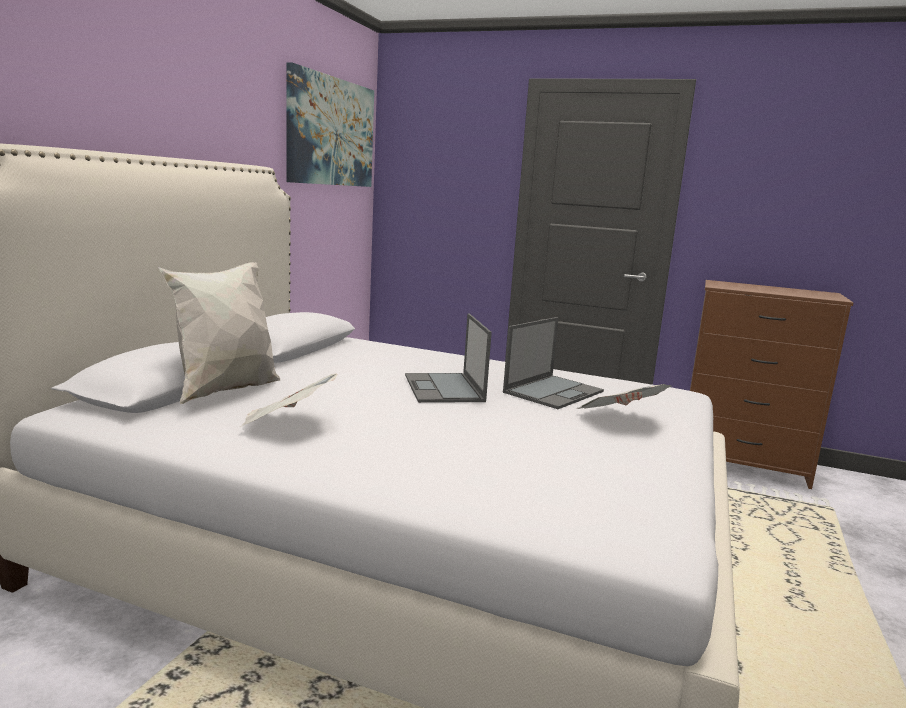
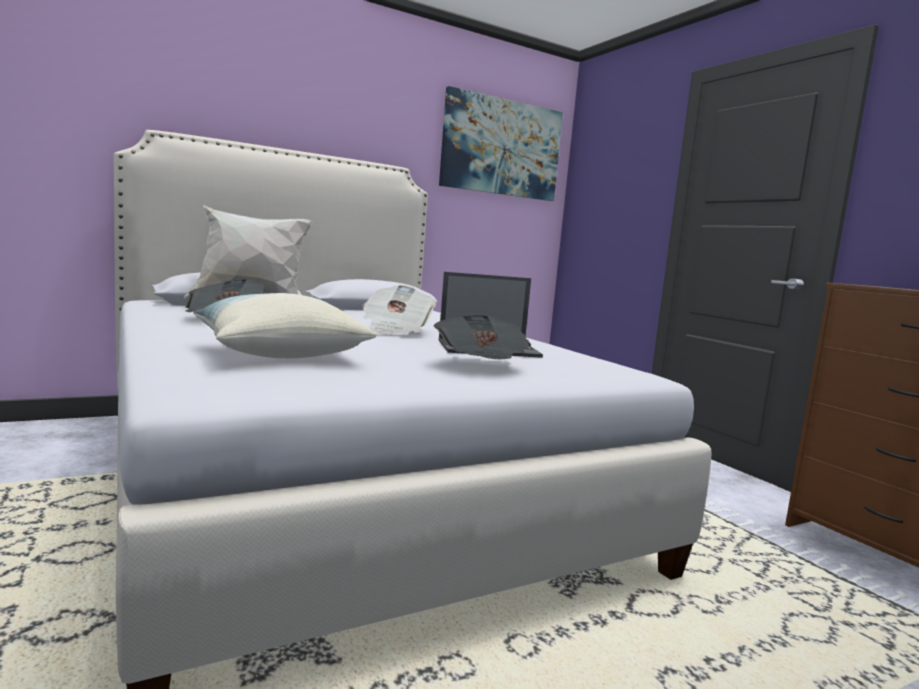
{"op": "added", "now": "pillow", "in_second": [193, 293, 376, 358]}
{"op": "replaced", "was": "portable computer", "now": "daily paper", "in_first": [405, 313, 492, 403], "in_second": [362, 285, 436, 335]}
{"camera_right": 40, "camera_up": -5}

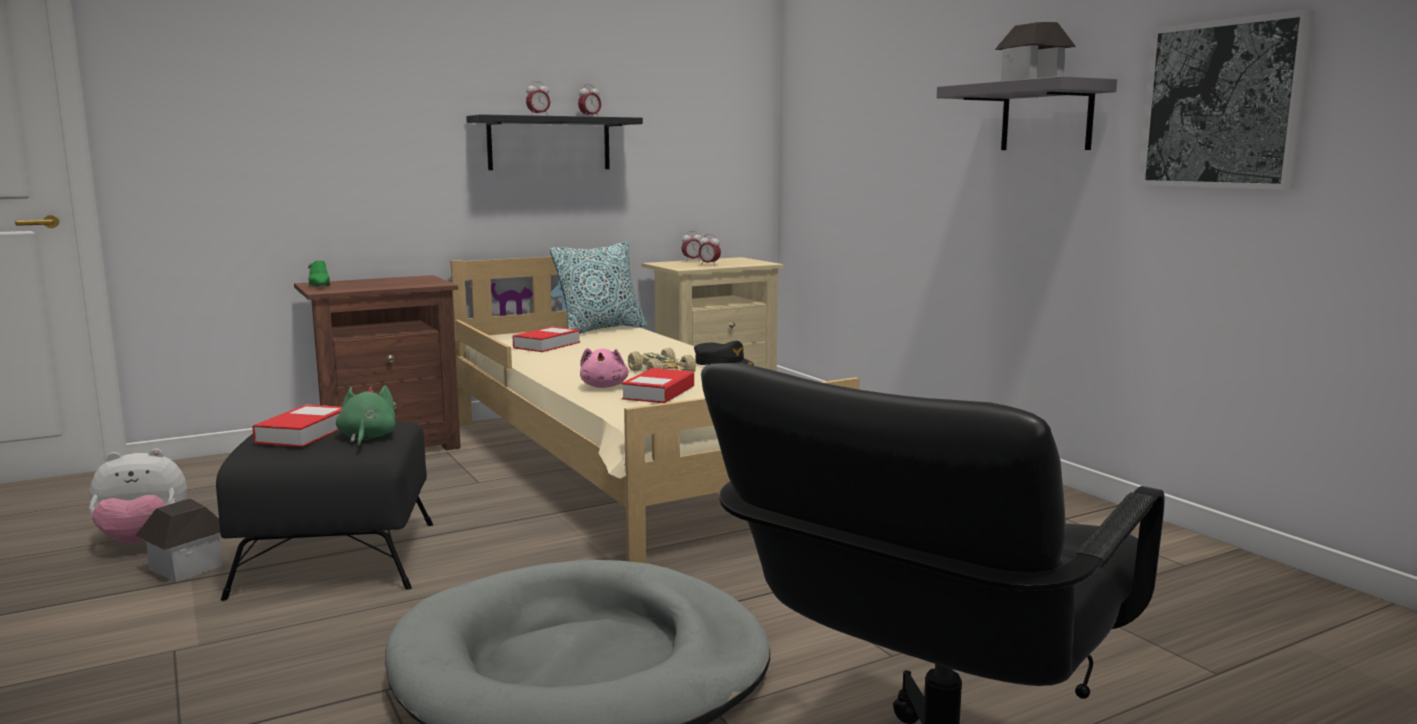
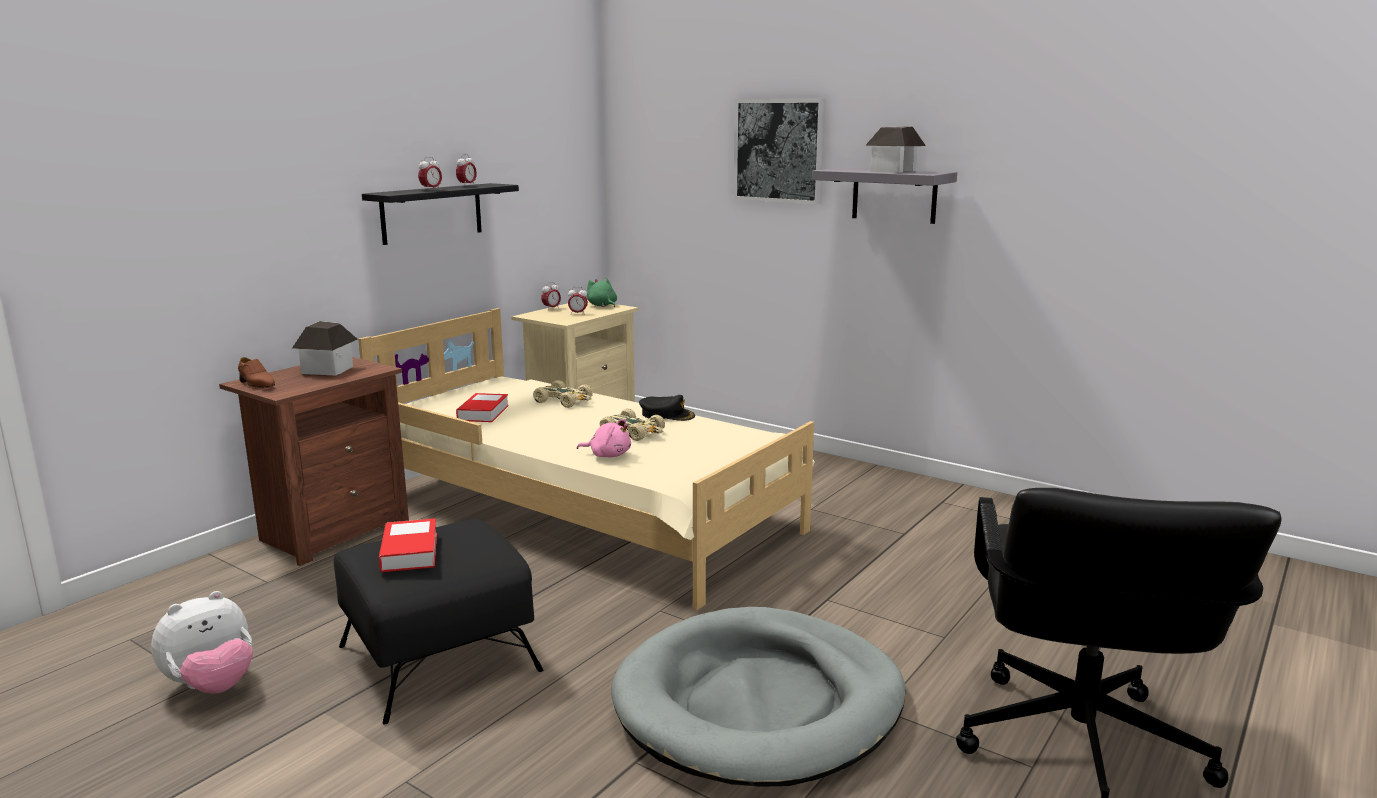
{"op": "removed", "was": "pillow", "in_first": [550, 241, 647, 333]}
{"op": "removed", "was": "book", "in_first": [622, 368, 694, 403]}
{"op": "added", "now": "sand-coloured model car", "in_second": [533, 380, 593, 408]}
{"op": "moved", "was": "model house", "in_first": [135, 498, 223, 582], "in_second": [292, 321, 358, 376]}
{"op": "moved", "was": "green-coloured plush toy", "in_first": [336, 386, 396, 446], "in_second": [587, 278, 617, 308]}
{"op": "moved", "was": "wall picture", "in_first": [1139, 9, 1315, 190], "in_second": [733, 99, 826, 204]}
{"op": "recoloured", "was": "green-coloured shoe", "now": "brown shoe", "in_first": [308, 260, 330, 286], "in_second": [238, 357, 275, 388]}
{"op": "turned", "was": "pink plush toy", "in_first": [580, 348, 629, 388], "in_second": [577, 419, 631, 457], "clockwise": -45}
{"camera_right": -25, "camera_up": 5}

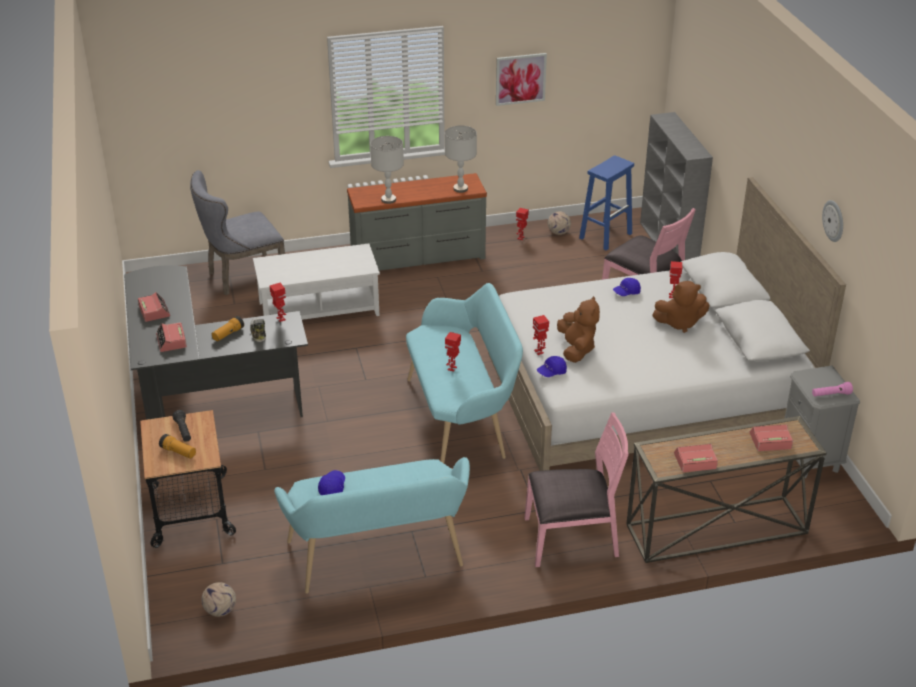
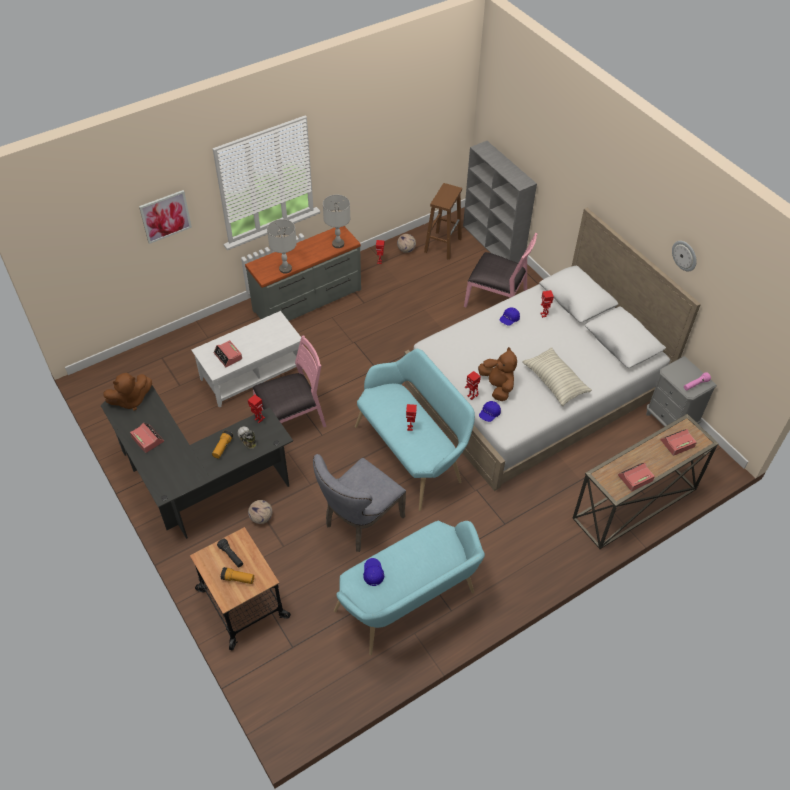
{"op": "added", "now": "pillow", "in_second": [522, 348, 592, 406]}
{"op": "moved", "was": "table clock", "in_first": [156, 322, 187, 352], "in_second": [214, 340, 242, 367]}
{"op": "moved", "was": "gray chair", "in_first": [190, 170, 285, 295], "in_second": [313, 454, 406, 552]}
{"op": "moved", "was": "football ball", "in_first": [201, 582, 236, 617], "in_second": [248, 500, 272, 524]}
{"op": "moved", "was": "wall picture", "in_first": [496, 53, 547, 106], "in_second": [139, 190, 192, 244]}
{"op": "moved", "was": "pink chair", "in_first": [524, 412, 629, 567], "in_second": [252, 335, 327, 427]}
{"op": "moved", "was": "brown plush toy", "in_first": [652, 281, 710, 333], "in_second": [104, 373, 152, 410]}
{"op": "recoloured", "was": "bluish stool seat", "now": "brown stool seat", "in_first": [579, 155, 634, 251], "in_second": [424, 183, 462, 260]}
{"camera_right": -20, "camera_up": 15}

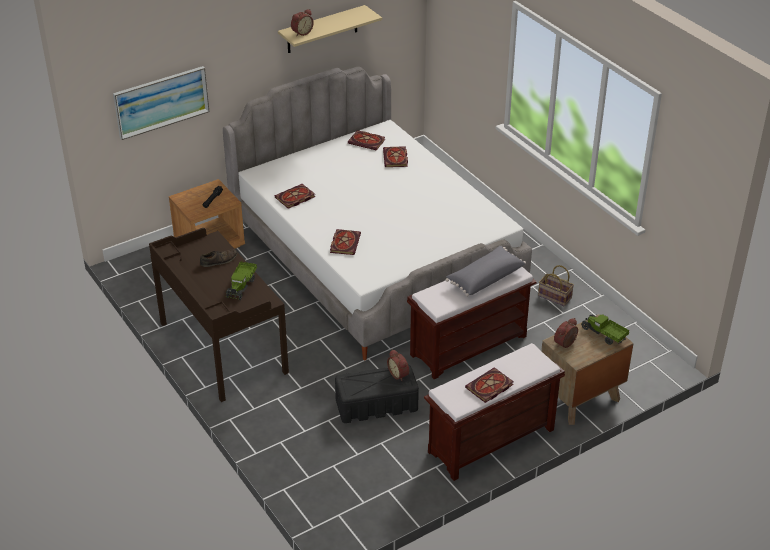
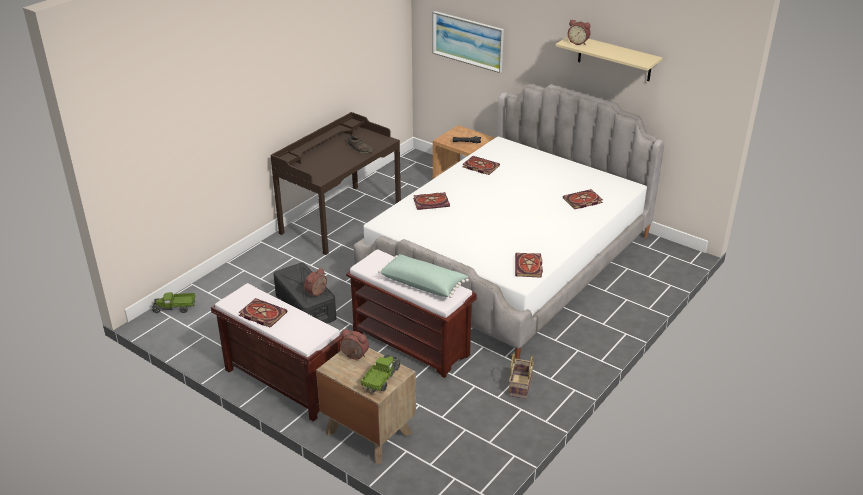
{"op": "moved", "was": "model truck", "in_first": [226, 261, 257, 300], "in_second": [152, 292, 195, 313]}
{"op": "moved", "was": "book", "in_first": [348, 130, 385, 151], "in_second": [515, 253, 543, 278]}
{"op": "recoloured", "was": "gray pillow", "now": "green-coloured pillow", "in_first": [446, 246, 526, 297], "in_second": [378, 254, 469, 298]}
{"camera_right": 70, "camera_up": -5}

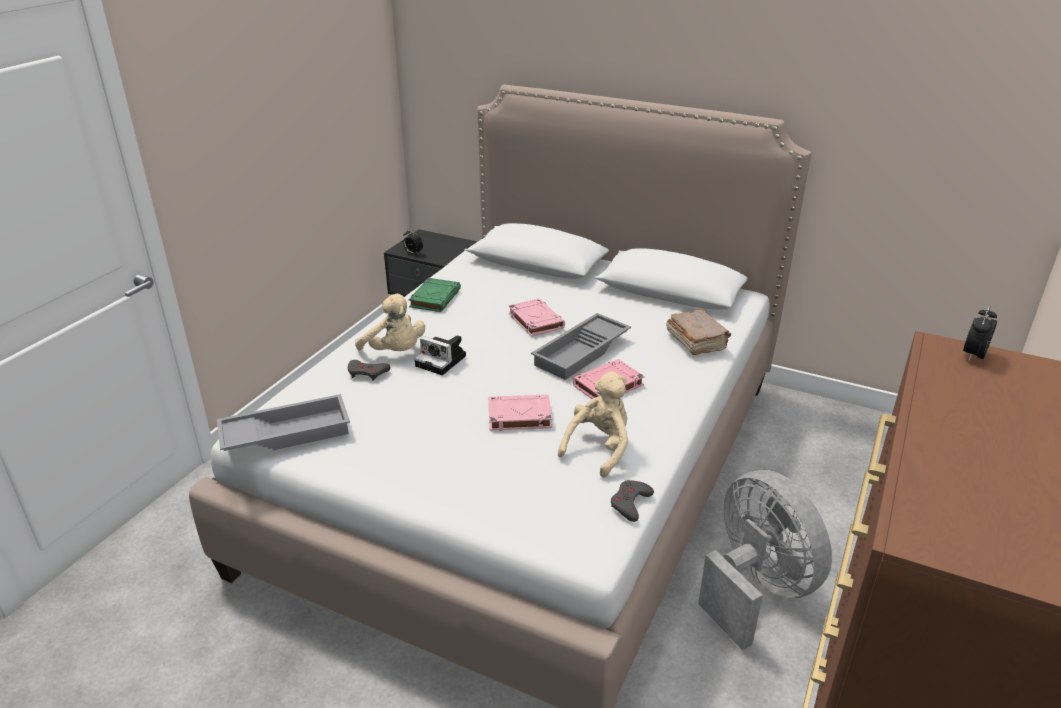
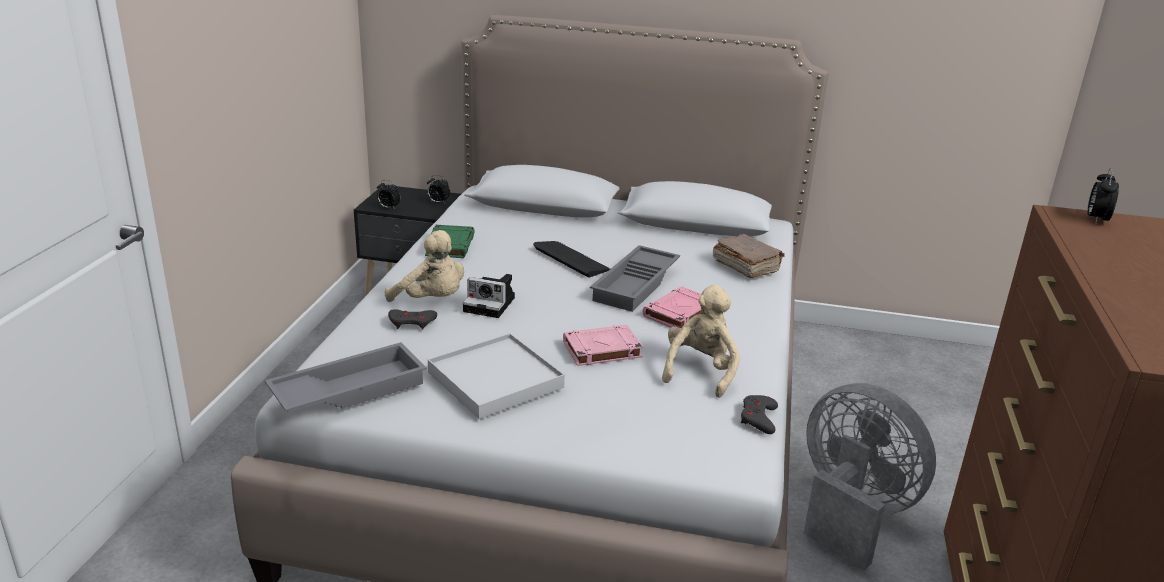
{"op": "added", "now": "table clock", "in_second": [427, 175, 450, 203]}
{"op": "added", "now": "whitish serving tray", "in_second": [428, 333, 565, 419]}
{"op": "replaced", "was": "pink book", "now": "keyboard", "in_first": [509, 298, 565, 337], "in_second": [533, 241, 610, 277]}
{"camera_right": -15, "camera_up": -5}

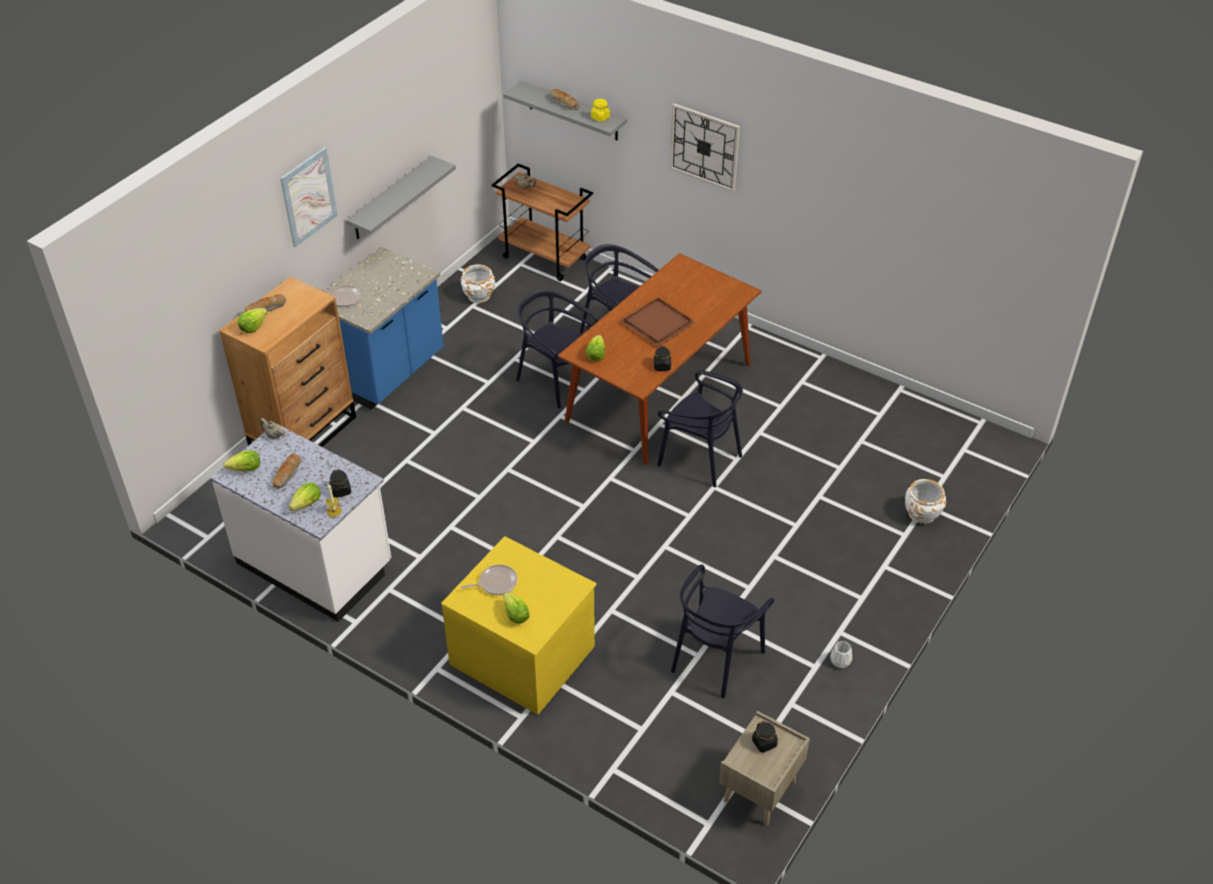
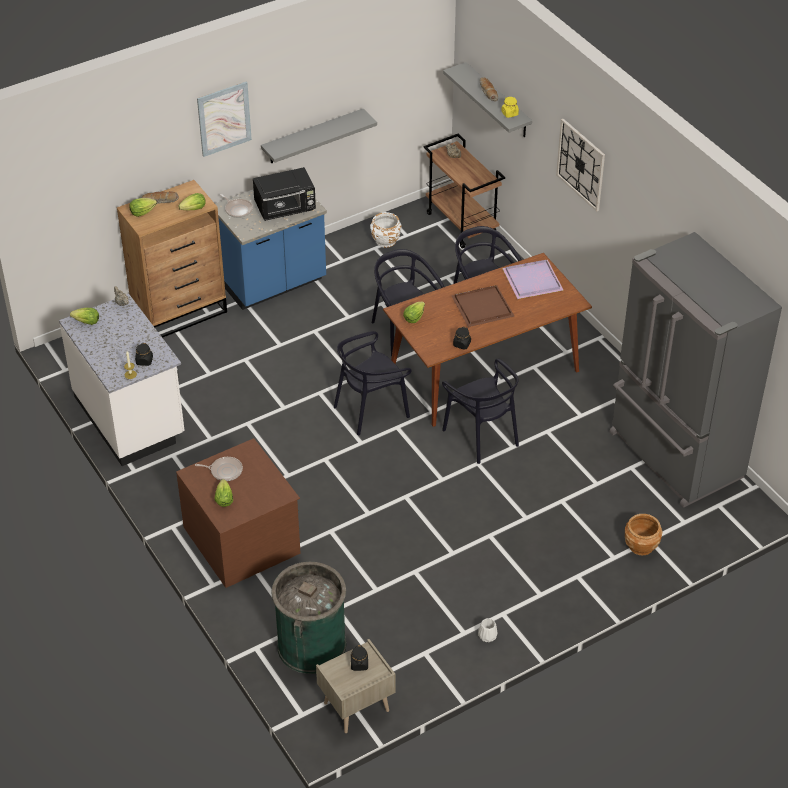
{"op": "removed", "was": "baked bread", "in_first": [272, 453, 301, 488]}
{"op": "added", "now": "blackish microwave", "in_second": [253, 167, 316, 221]}
{"op": "added", "now": "green-coloured waste bin", "in_second": [271, 562, 346, 674]}
{"op": "added", "now": "purplish serving tray", "in_second": [502, 260, 563, 299]}
{"op": "added", "now": "gray kitchen fridge", "in_second": [610, 232, 782, 508]}
{"op": "moved", "was": "head of lettuce", "in_first": [289, 483, 321, 511], "in_second": [178, 193, 206, 211]}
{"op": "moved", "was": "blackish chair", "in_first": [671, 564, 774, 698], "in_second": [334, 331, 412, 435]}
{"op": "recoloured", "was": "yellowish dresser", "now": "brown dresser", "in_first": [441, 536, 597, 715], "in_second": [176, 438, 300, 588]}
{"op": "recoloured", "was": "whitish planter", "now": "brown planter", "in_first": [905, 479, 946, 524], "in_second": [625, 514, 662, 556]}
{"camera_right": 25, "camera_up": 0}

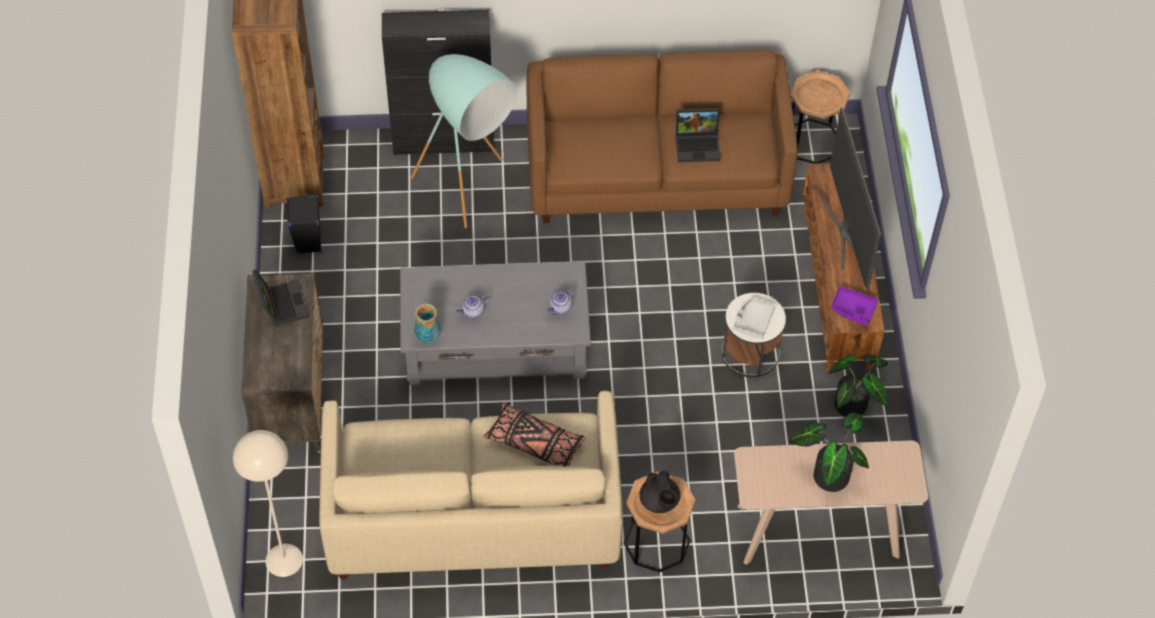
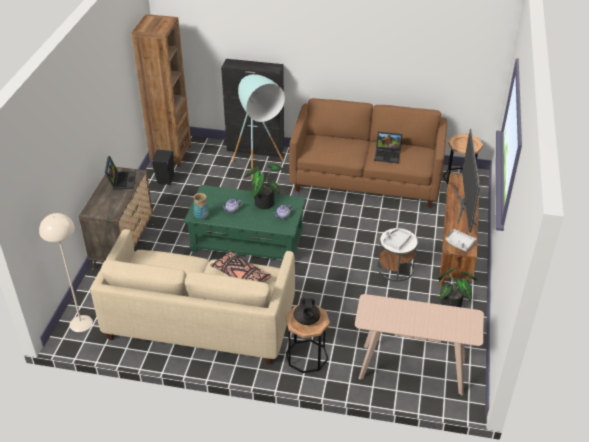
{"op": "moved", "was": "plant in a pot", "in_first": [790, 412, 869, 492], "in_second": [244, 164, 283, 209]}
{"op": "recoloured", "was": "gray lounge table", "now": "green-coloured lounge table", "in_first": [400, 262, 591, 385], "in_second": [184, 185, 306, 260]}
{"op": "recoloured", "was": "purplish serving tray", "now": "gray serving tray", "in_first": [831, 286, 878, 326], "in_second": [446, 229, 476, 252]}
{"camera_right": 15, "camera_up": -15}

